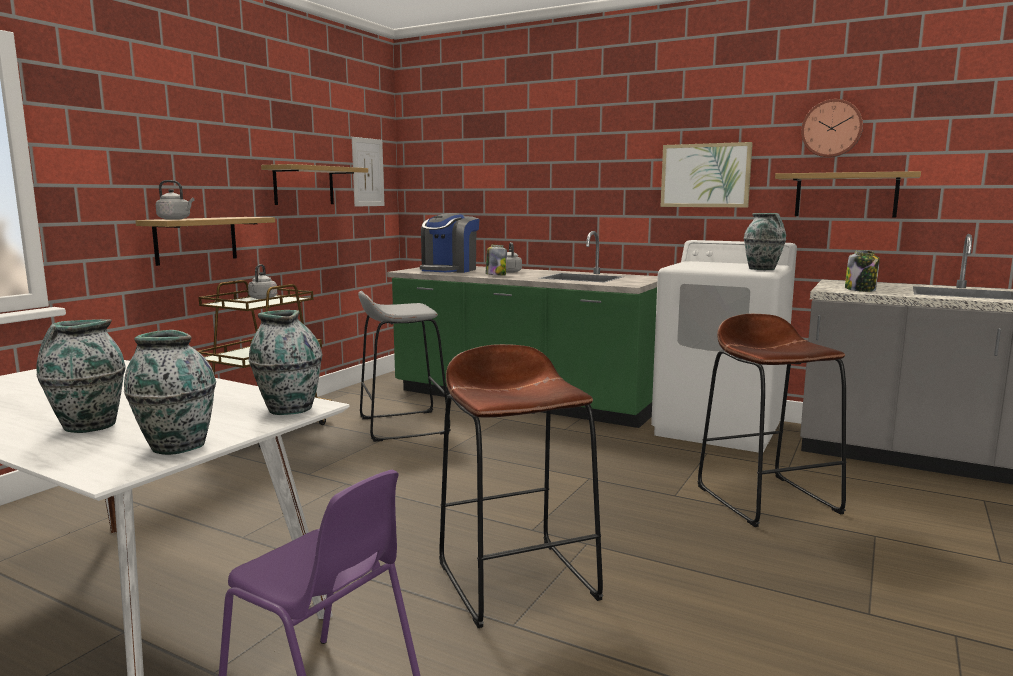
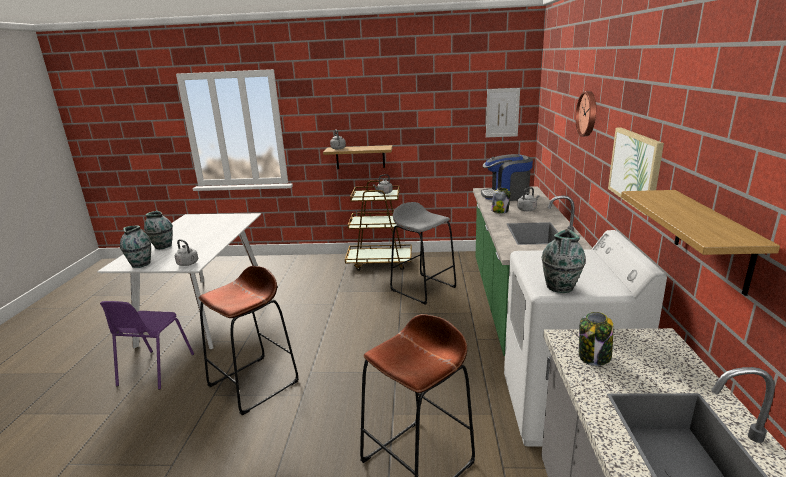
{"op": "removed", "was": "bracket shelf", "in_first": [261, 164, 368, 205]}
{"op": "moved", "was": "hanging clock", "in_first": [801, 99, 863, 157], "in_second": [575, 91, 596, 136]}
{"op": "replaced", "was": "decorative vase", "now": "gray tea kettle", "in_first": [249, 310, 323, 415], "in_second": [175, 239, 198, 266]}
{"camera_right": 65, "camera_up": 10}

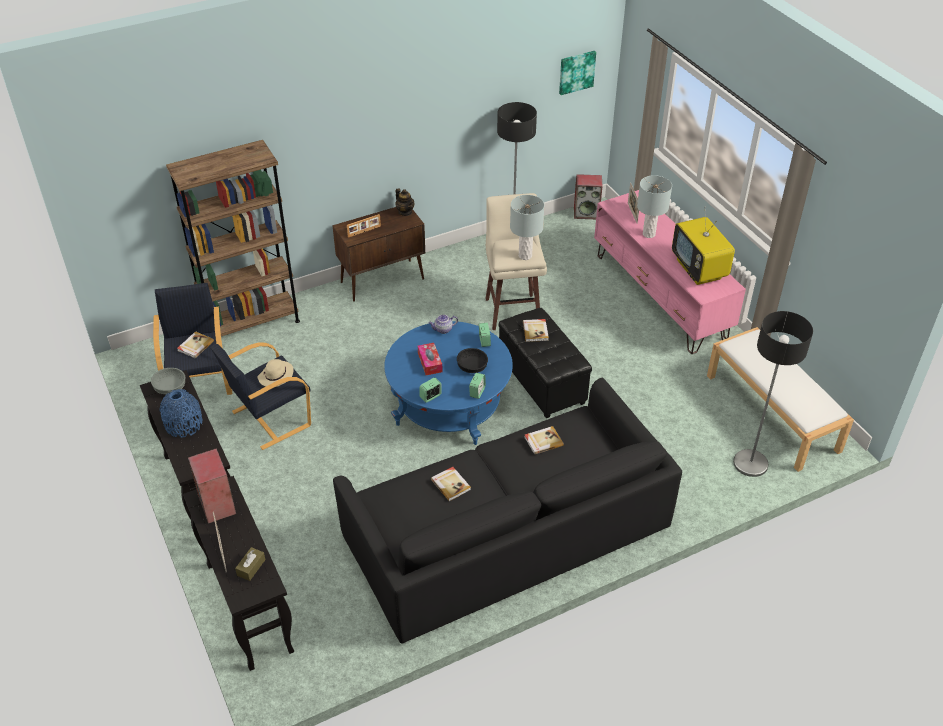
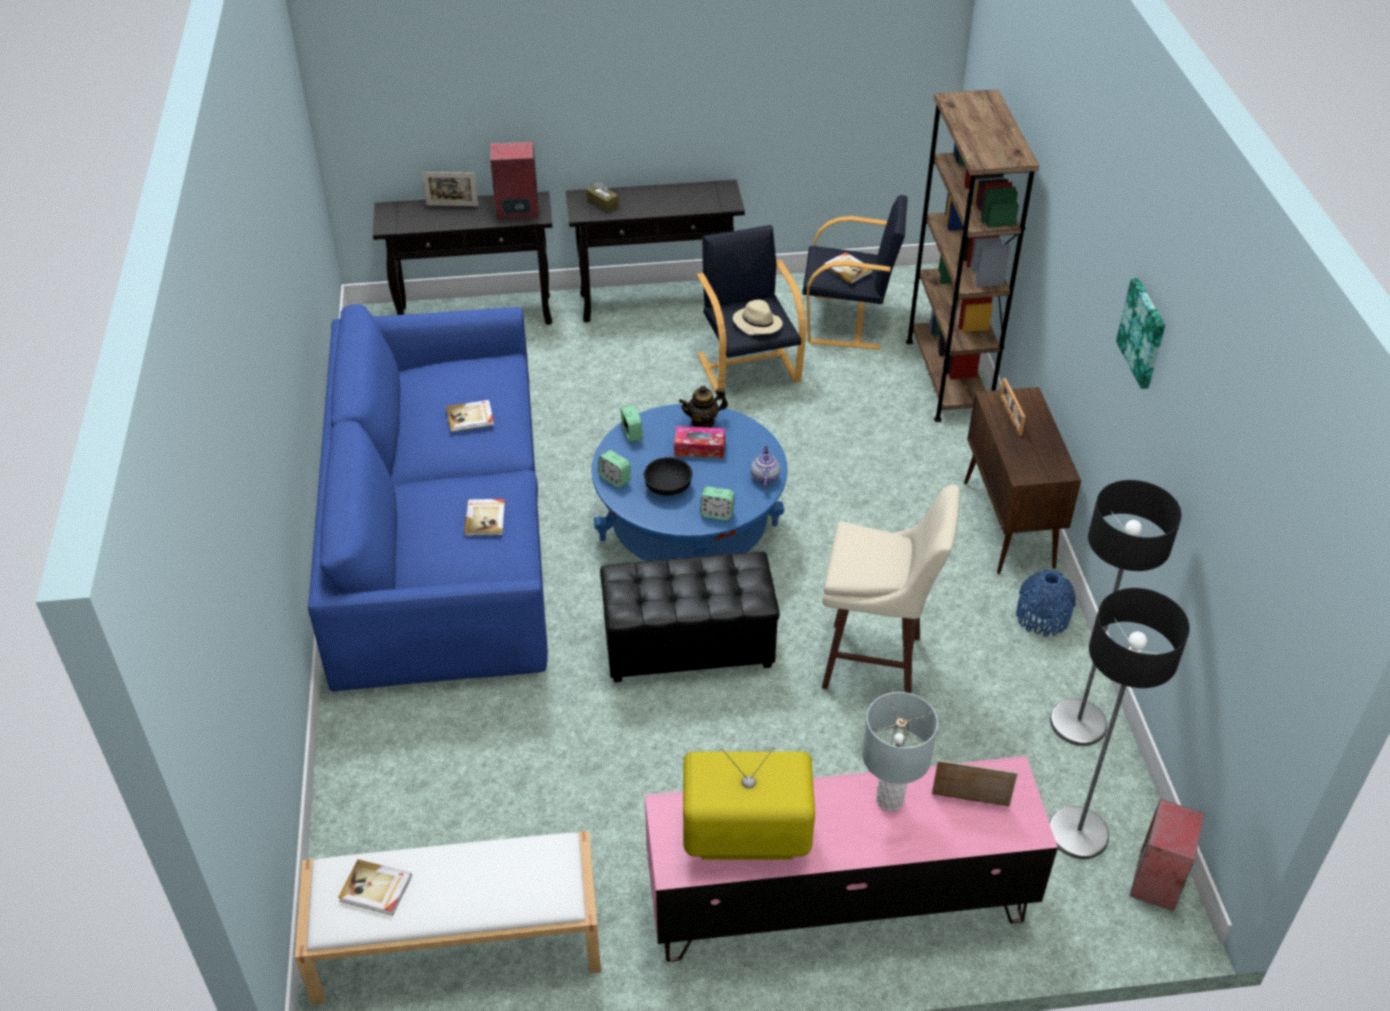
{"op": "removed", "was": "gray bowl", "in_first": [151, 368, 185, 394]}
{"op": "removed", "was": "gray lamp for a table", "in_first": [510, 195, 545, 260]}
{"op": "moved", "was": "bluish decorative vase", "in_first": [159, 389, 203, 438], "in_second": [1016, 569, 1076, 637]}
{"op": "moved", "was": "brown tissue holder", "in_first": [235, 547, 265, 581], "in_second": [586, 182, 619, 212]}
{"op": "moved", "was": "teapot", "in_first": [395, 188, 414, 216], "in_second": [679, 386, 728, 428]}
{"op": "moved", "was": "book", "in_first": [523, 319, 549, 342], "in_second": [338, 859, 412, 916]}
{"op": "moved", "was": "wall picture", "in_first": [559, 51, 596, 95], "in_second": [1116, 278, 1165, 389]}
{"op": "moved", "was": "standing lamp", "in_first": [733, 311, 813, 477], "in_second": [1049, 588, 1190, 859]}
{"op": "recoloured", "was": "blackish couch", "now": "bluish couch", "in_first": [333, 378, 682, 644], "in_second": [308, 304, 548, 692]}
{"camera_right": 110, "camera_up": 0}

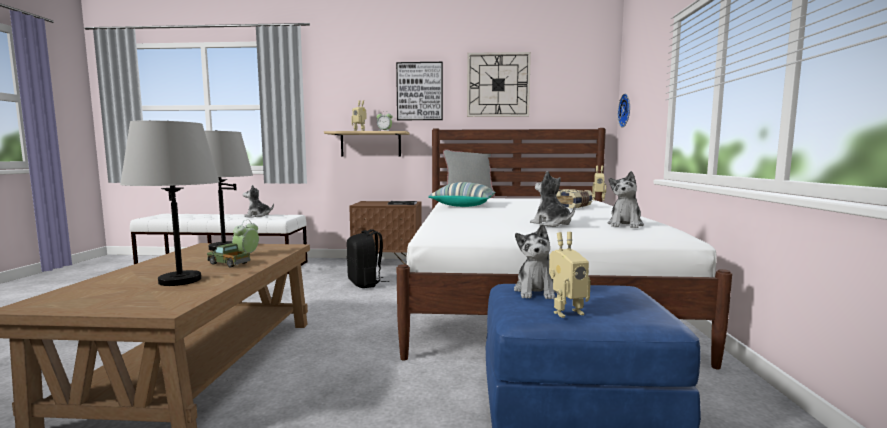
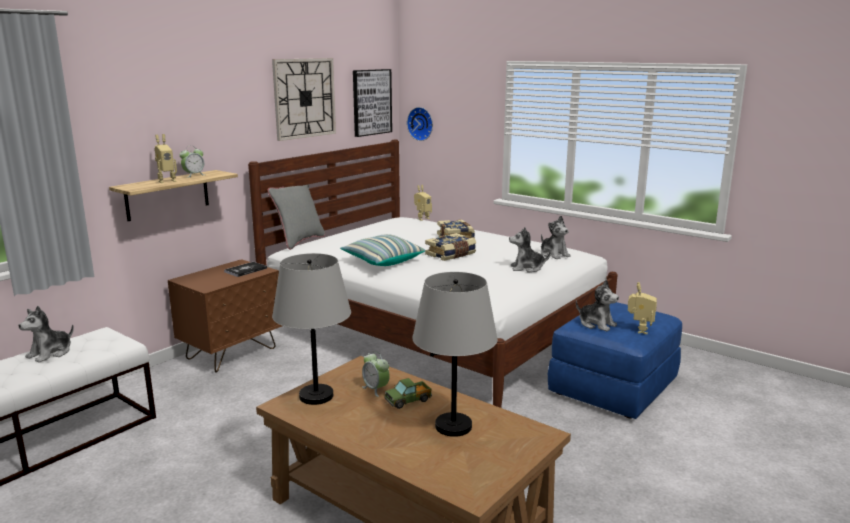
{"op": "removed", "was": "blackish rucksack", "in_first": [347, 229, 389, 288]}
{"op": "added", "now": "book", "in_second": [425, 233, 476, 261]}
{"op": "moved", "was": "wall picture", "in_first": [396, 62, 443, 120], "in_second": [353, 69, 392, 137]}
{"camera_right": -55, "camera_up": 10}

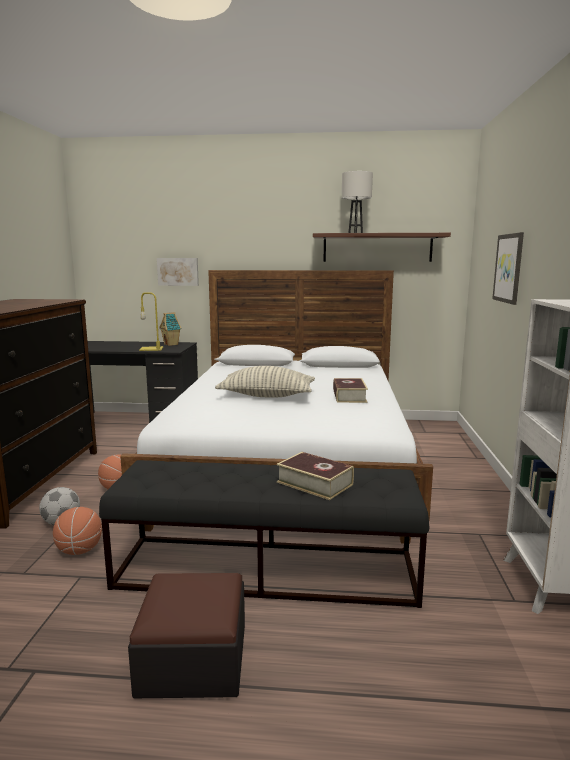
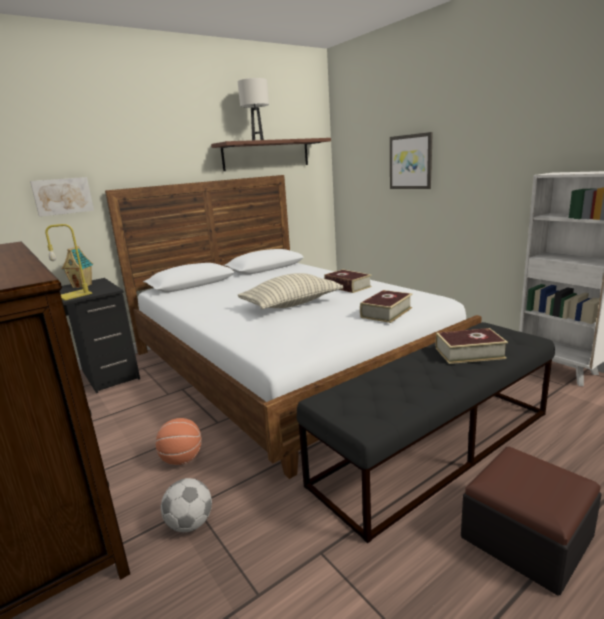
{"op": "removed", "was": "ball for basketball", "in_first": [53, 507, 102, 555]}
{"op": "added", "now": "book", "in_second": [360, 290, 412, 323]}
{"camera_right": -40, "camera_up": 5}

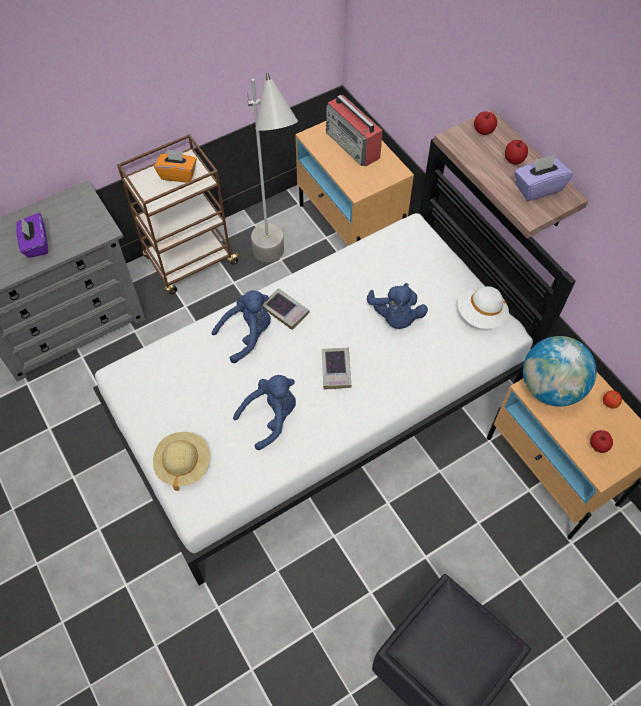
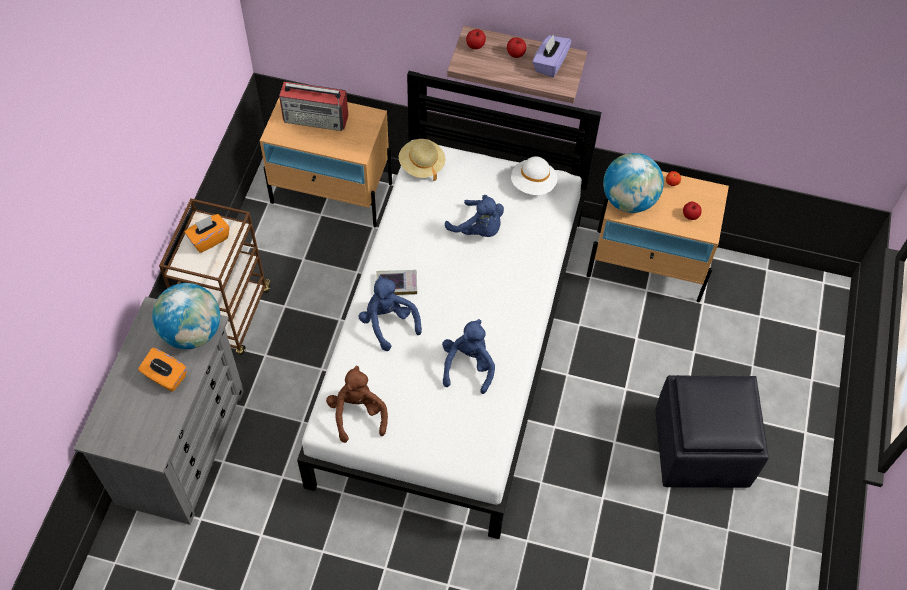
{"op": "removed", "was": "gray standing lamp", "in_first": [247, 73, 298, 262]}
{"op": "removed", "was": "book", "in_first": [322, 348, 352, 389]}
{"op": "added", "now": "globe", "in_second": [152, 283, 220, 349]}
{"op": "added", "now": "brown plush toy", "in_second": [326, 366, 388, 443]}
{"op": "moved", "was": "sand-coloured clothing hat", "in_first": [153, 432, 210, 491], "in_second": [399, 139, 445, 181]}
{"op": "recoloured", "was": "purplish tissue holder", "now": "orangey tissue holder", "in_first": [16, 213, 48, 258], "in_second": [138, 348, 187, 392]}
{"op": "turned", "was": "bluish plush toy", "in_first": [212, 290, 271, 363], "in_second": [358, 275, 422, 351], "clockwise": -45}
{"camera_right": -45, "camera_up": 0}

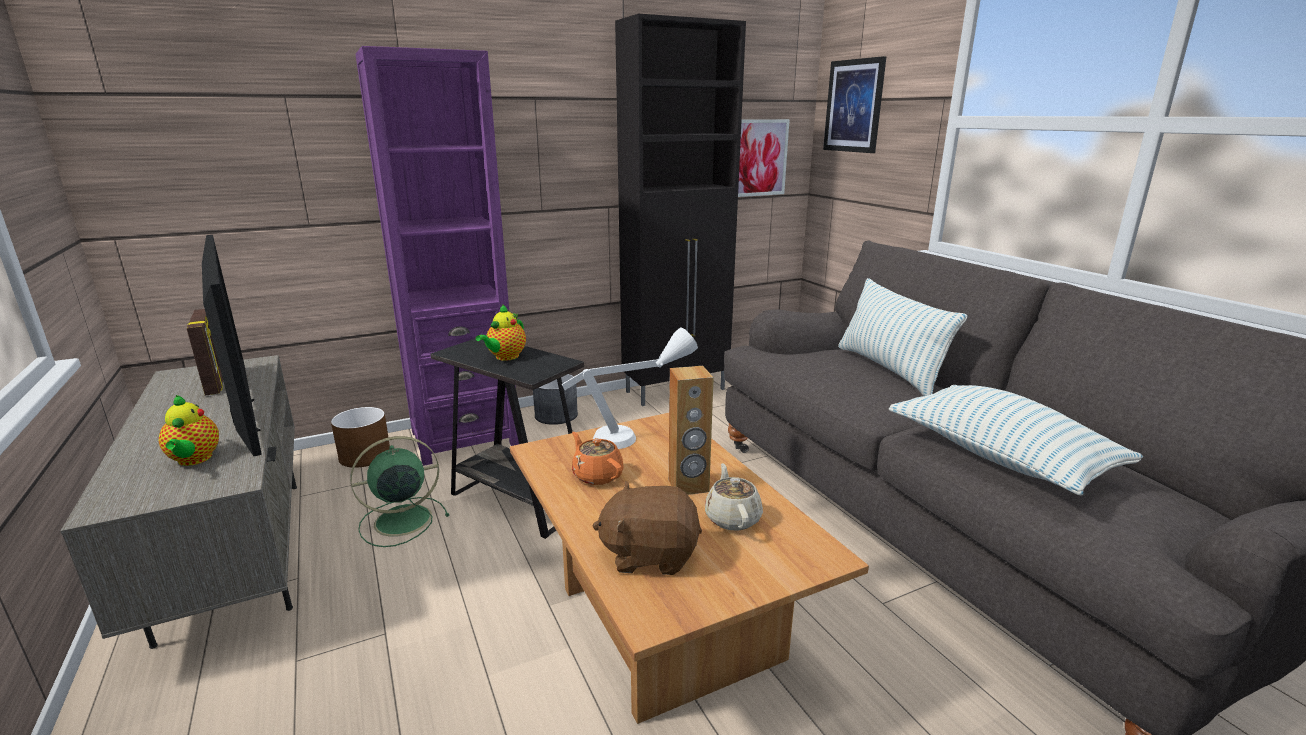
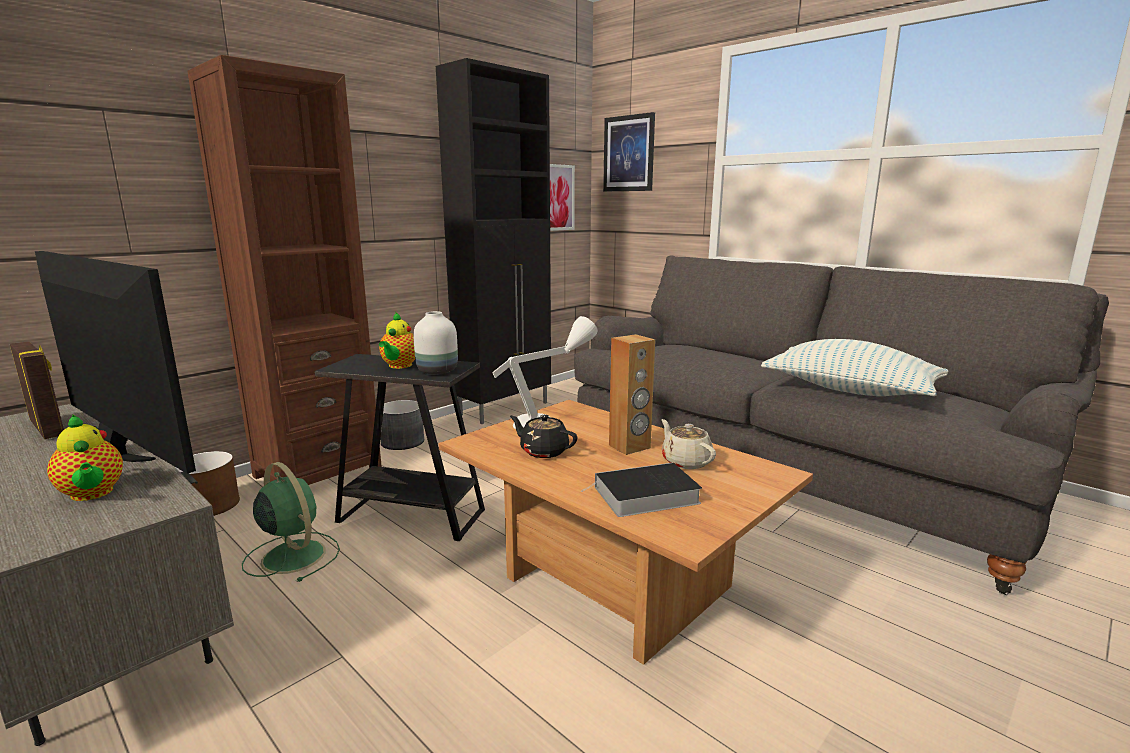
{"op": "removed", "was": "pillow", "in_first": [838, 278, 967, 396]}
{"op": "added", "now": "whitish decorative vase", "in_second": [413, 311, 458, 374]}
{"op": "replaced", "was": "brown plush toy", "now": "book", "in_first": [593, 481, 702, 575], "in_second": [581, 463, 702, 517]}
{"op": "recoloured", "was": "purplish bookshelf", "now": "brown bookshelf", "in_first": [355, 46, 519, 466], "in_second": [187, 55, 382, 485]}
{"op": "recoloured", "was": "orangey teapot", "now": "blackish teapot", "in_first": [572, 432, 624, 485], "in_second": [510, 414, 578, 458]}
{"op": "turned", "was": "green-coloured cooling fan", "in_first": [350, 436, 449, 547], "in_second": [242, 462, 340, 582], "clockwise": 90}
{"camera_right": -20, "camera_up": -5}

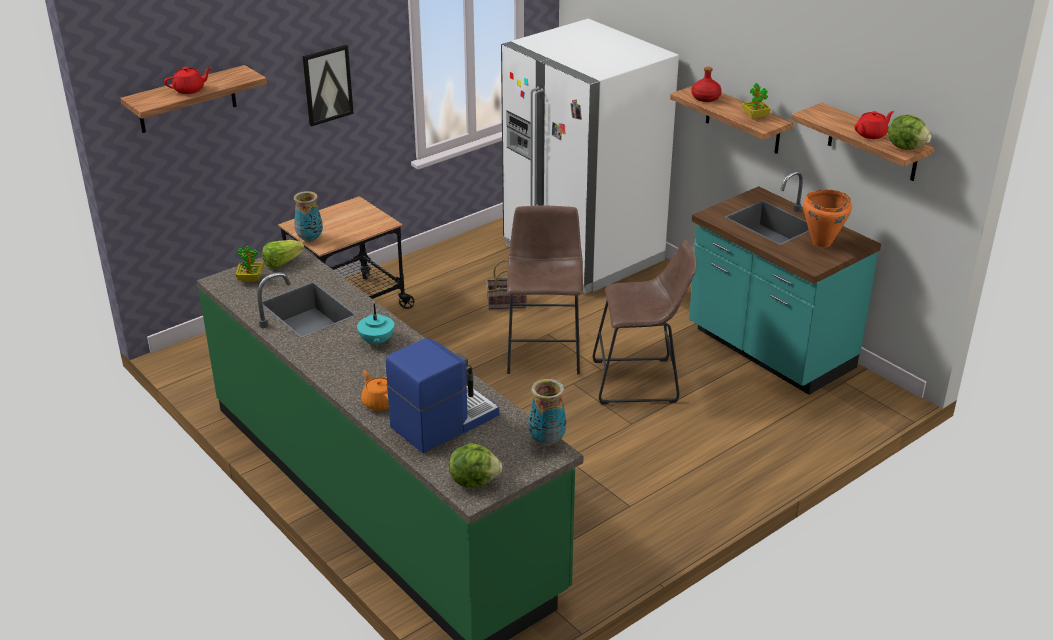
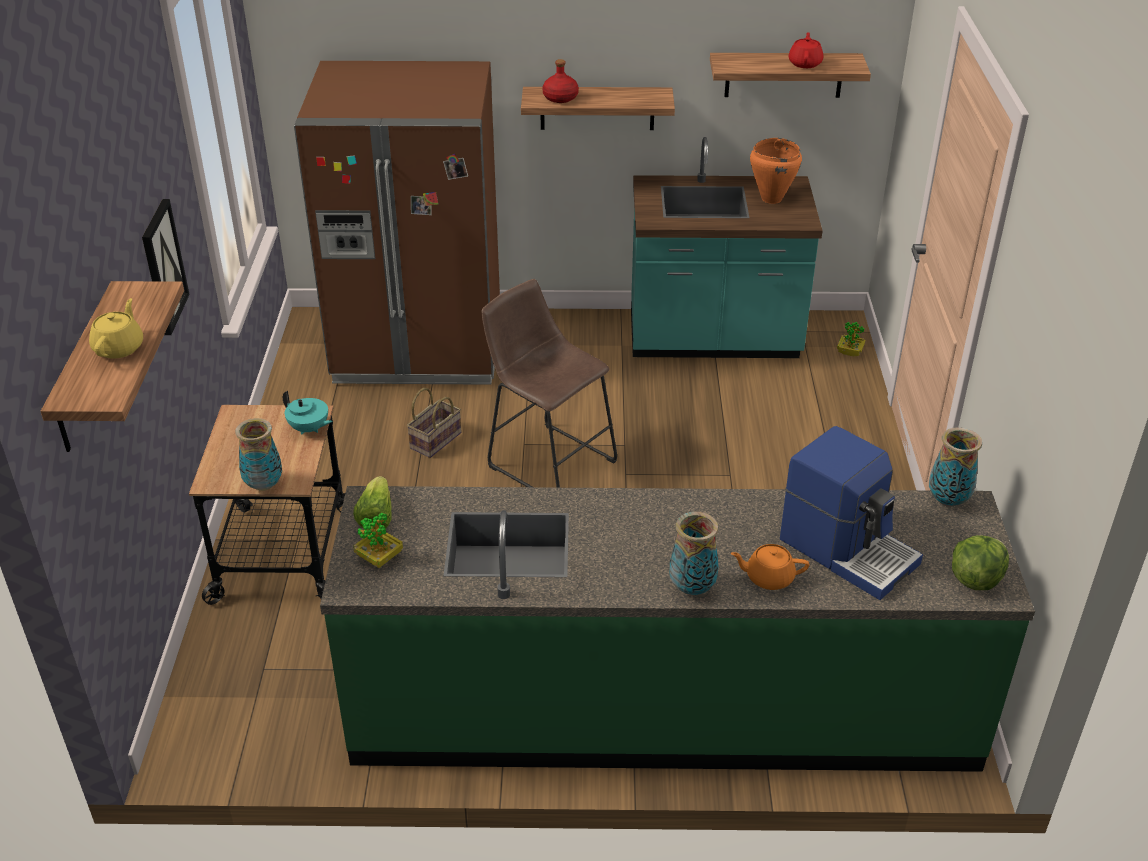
{"op": "removed", "was": "brown stool seat", "in_first": [593, 240, 697, 404]}
{"op": "removed", "was": "head of lettuce", "in_first": [888, 115, 931, 150]}
{"op": "added", "now": "decorative vase", "in_second": [669, 512, 719, 595]}
{"op": "moved", "was": "blue-green teapot", "in_first": [357, 304, 394, 347], "in_second": [283, 391, 333, 435]}
{"op": "moved", "was": "plant in a pot", "in_first": [742, 83, 771, 119], "in_second": [837, 322, 865, 356]}
{"op": "recoloured", "was": "reddish teapot", "now": "yellowish teapot", "in_first": [164, 67, 212, 94], "in_second": [89, 298, 143, 358]}
{"op": "recoloured", "was": "whitish kitchen fridge", "now": "brown kitchen fridge", "in_first": [501, 19, 679, 294], "in_second": [294, 61, 500, 385]}
{"op": "turned", "was": "coffee brewer", "in_first": [386, 338, 499, 453], "in_second": [780, 426, 923, 600], "clockwise": 135}
{"camera_right": -50, "camera_up": 5}

